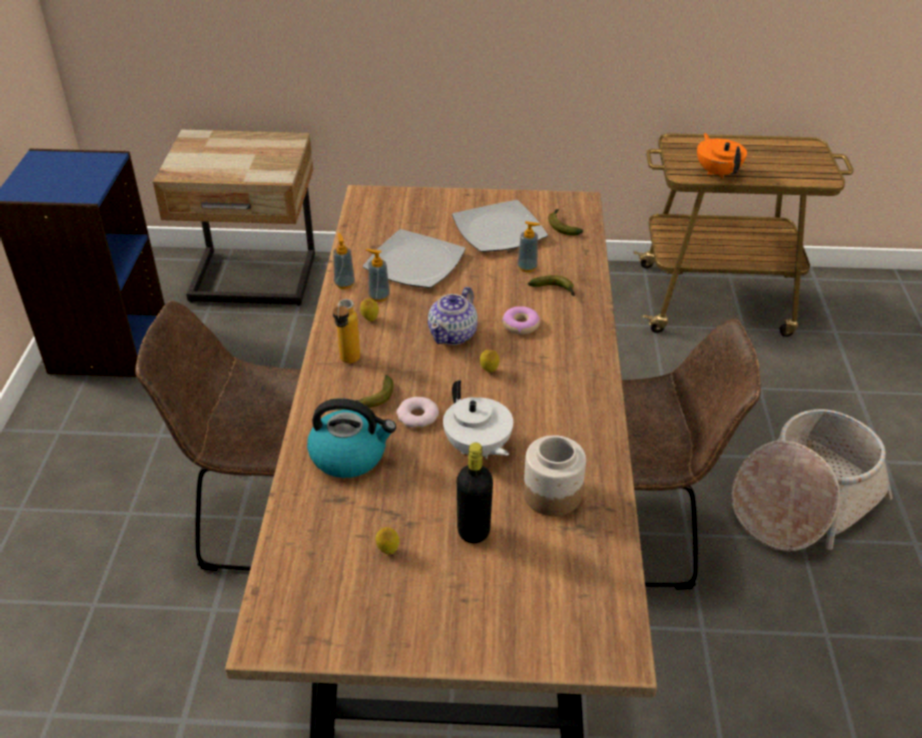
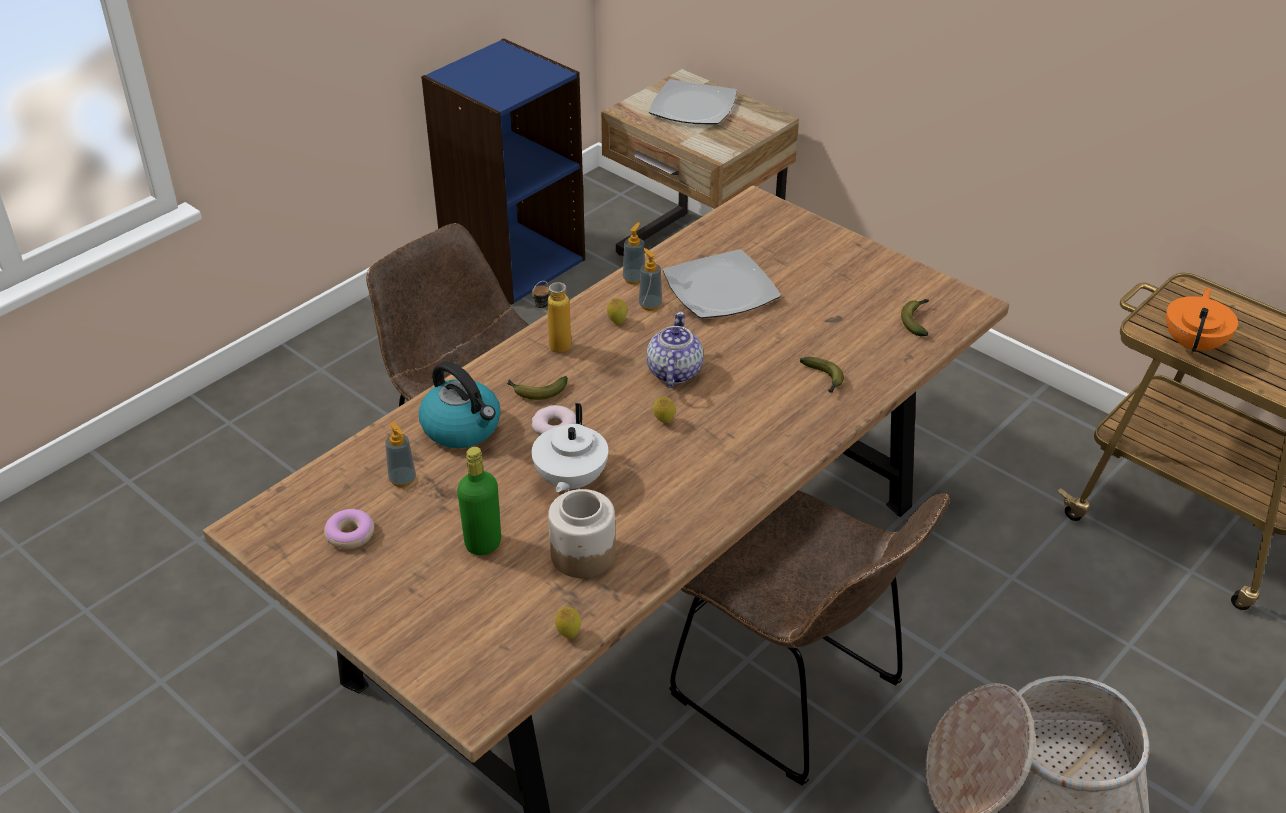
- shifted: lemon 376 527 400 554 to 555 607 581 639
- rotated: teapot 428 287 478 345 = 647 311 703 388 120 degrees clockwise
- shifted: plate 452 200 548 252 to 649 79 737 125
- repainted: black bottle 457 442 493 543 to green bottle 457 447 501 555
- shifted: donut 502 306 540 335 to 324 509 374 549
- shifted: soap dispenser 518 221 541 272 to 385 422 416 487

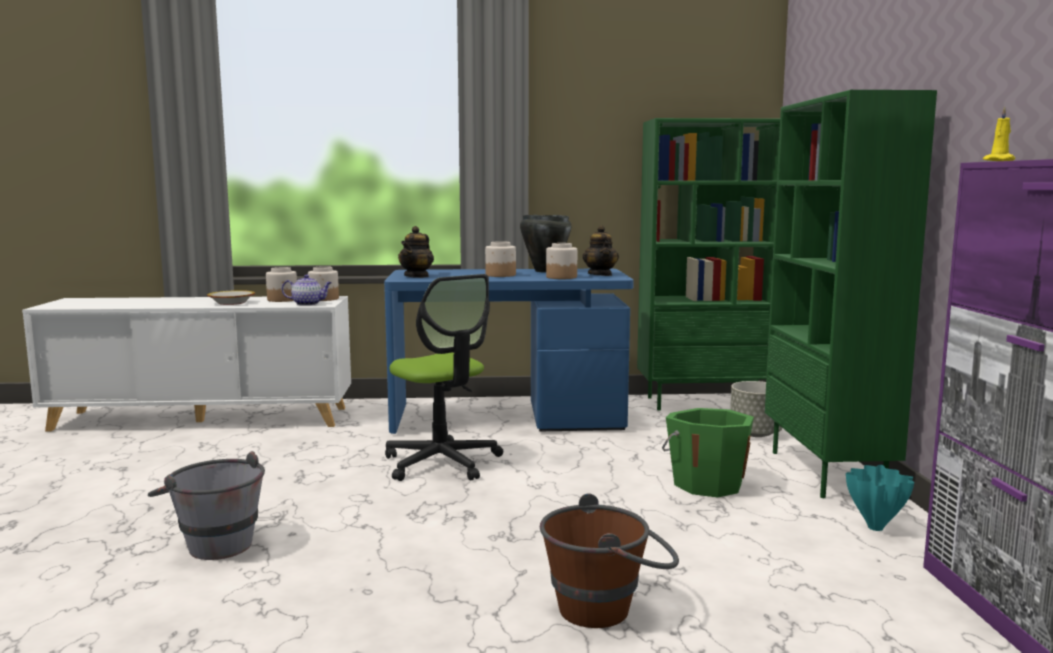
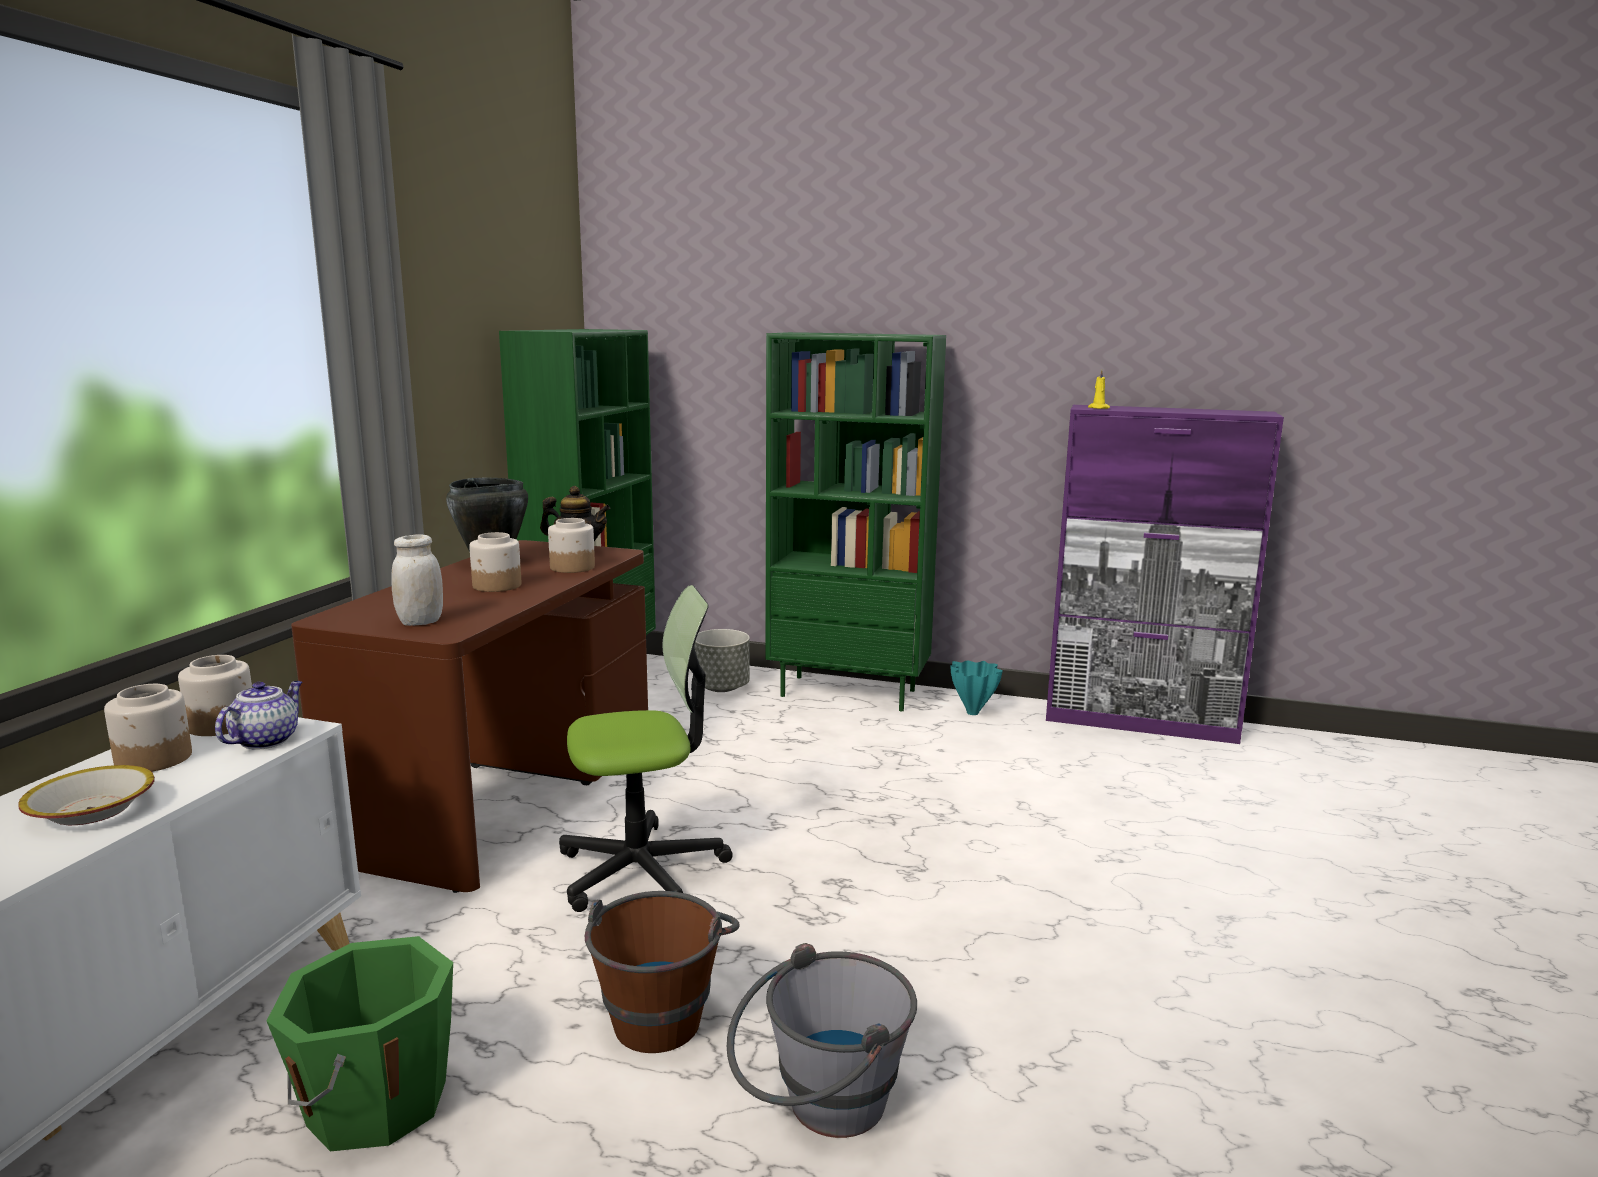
- repainted: blue desk 384 269 634 434 to brown desk 291 540 648 893
- swapped: teapot 398 226 434 278 to white jar 391 534 443 626
- shifted: brown bucket 540 493 679 628 to 585 891 740 1053
- shifted: green bucket 662 408 754 497 to 267 936 453 1151

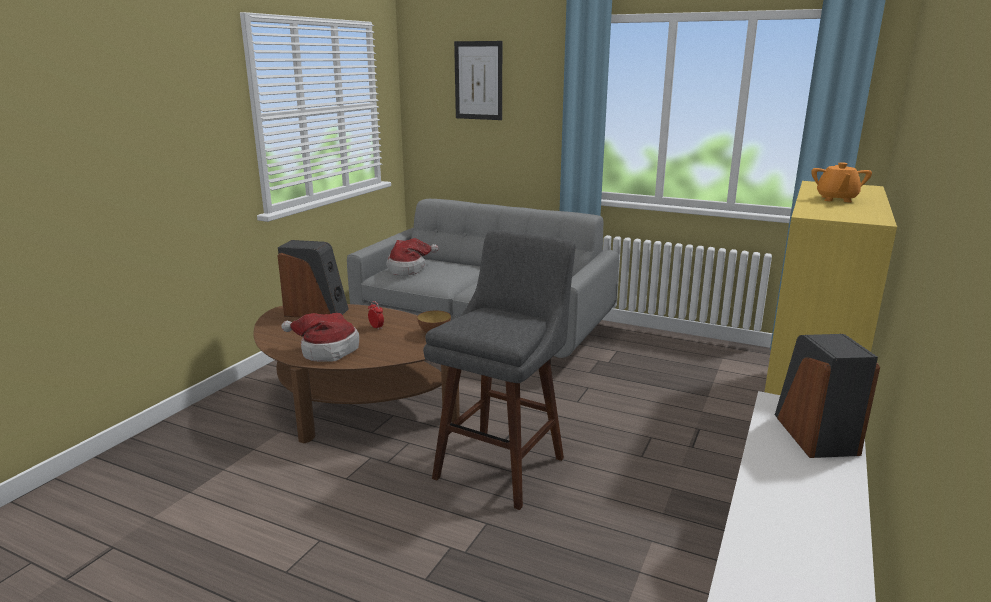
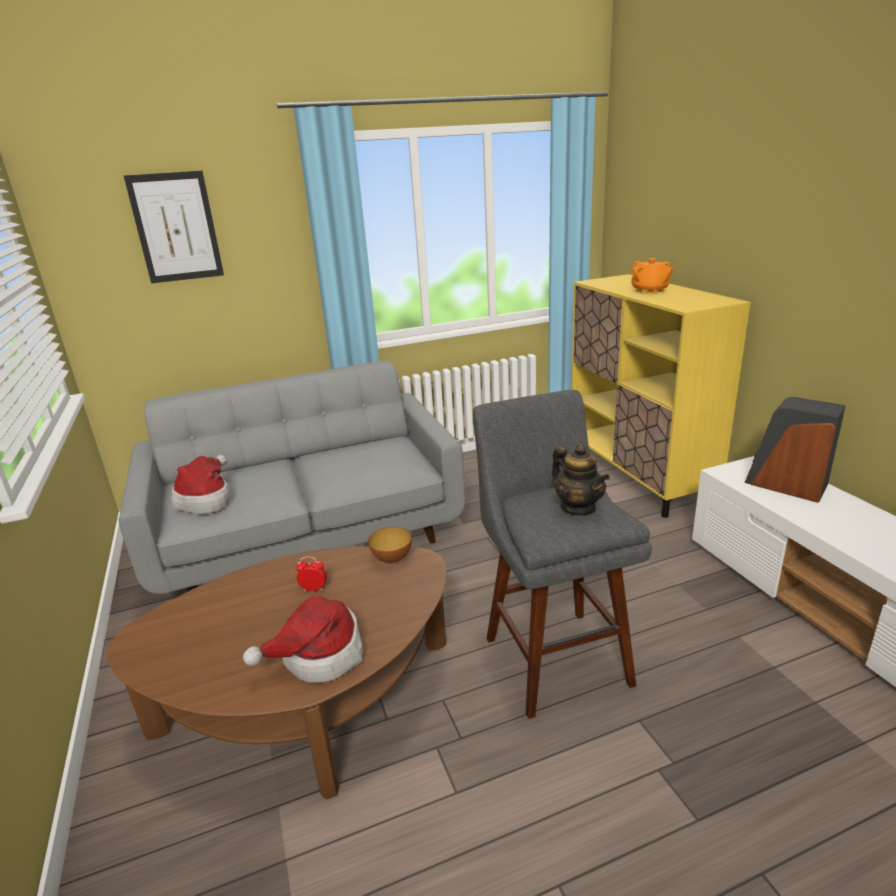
- gone: speaker 278 240 348 317
- new: teapot 552 444 610 516

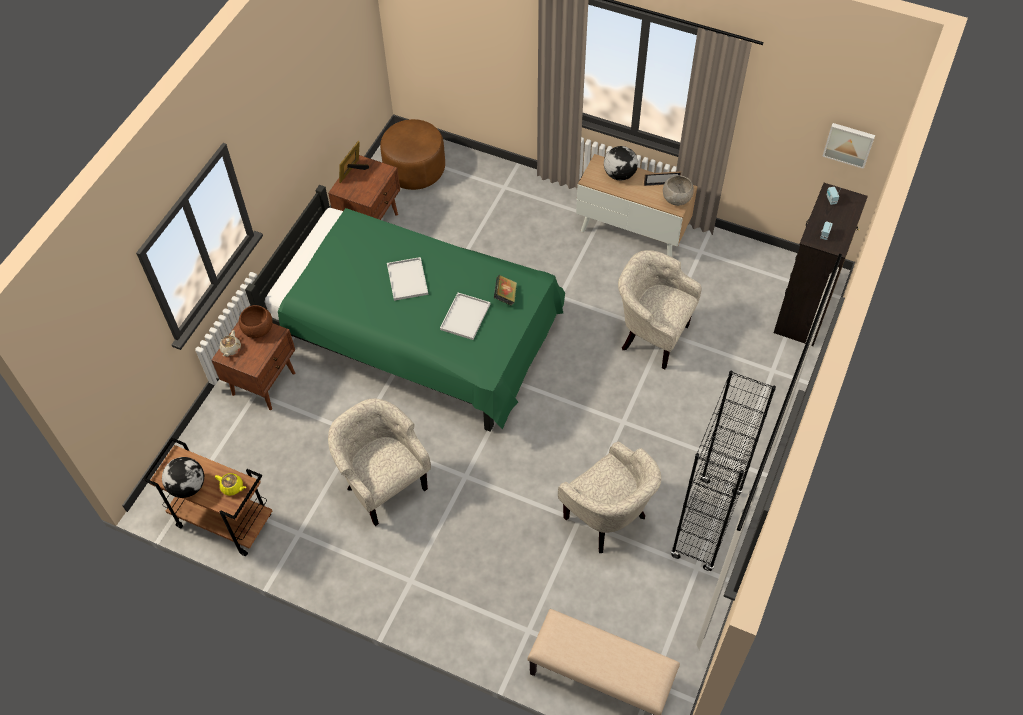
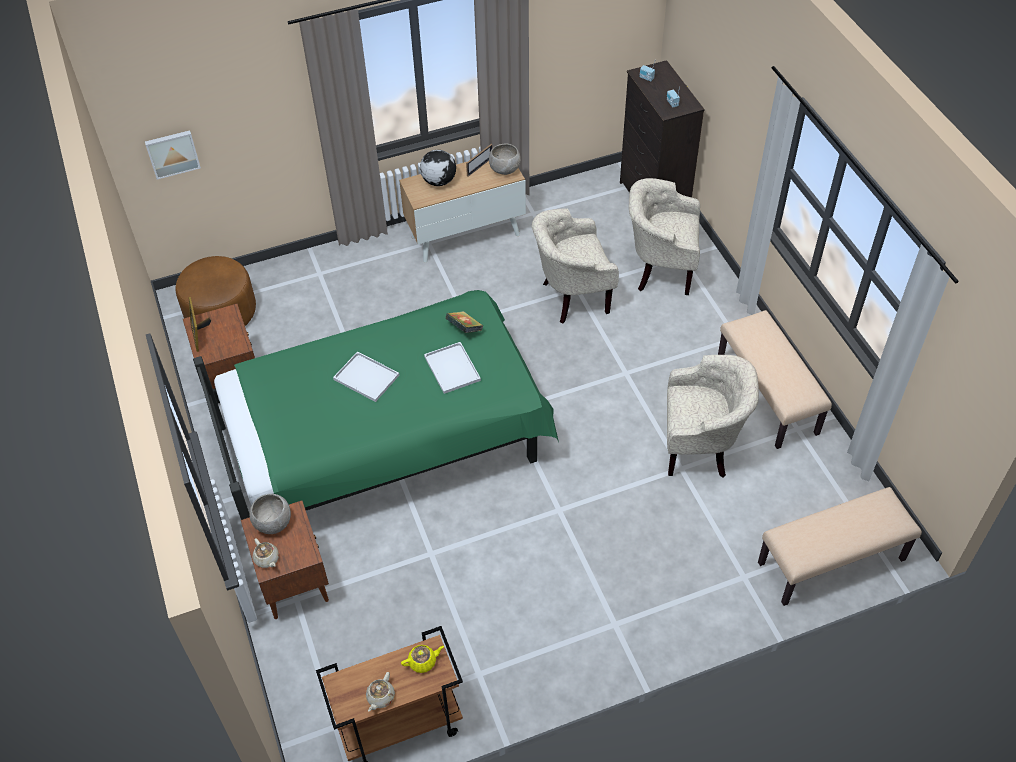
- swapped: globe 162 457 204 498 to beige teapot 366 672 395 711
- repainted: brown bowl 239 305 272 338 to grey bowl 249 494 291 534
- shifted: beige armchair 328 398 431 526 to 629 178 700 295
- swapped: black bookcase 671 371 776 572 to beige bench 718 310 832 449
- shifted: picture 822 123 875 169 to 145 130 201 179

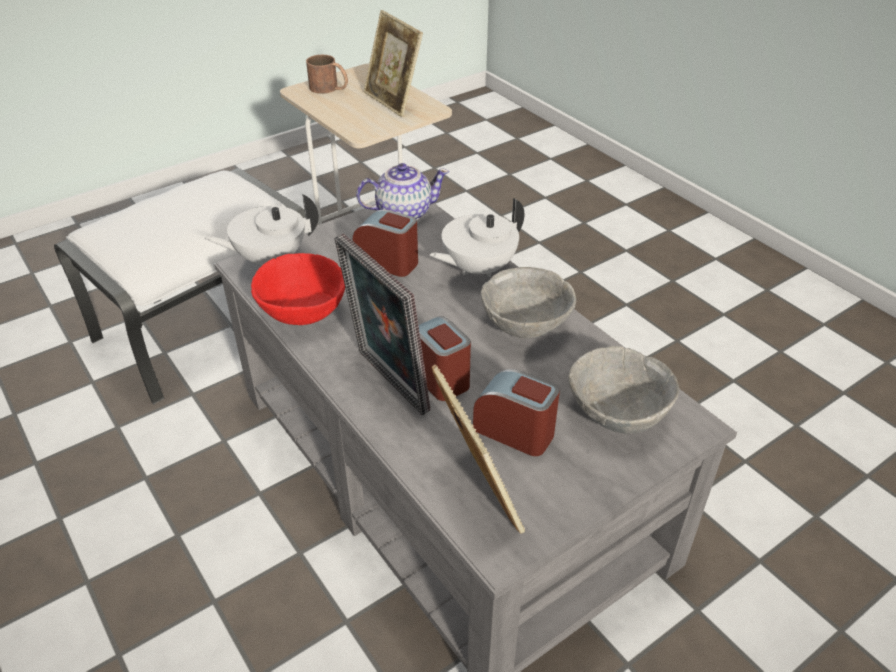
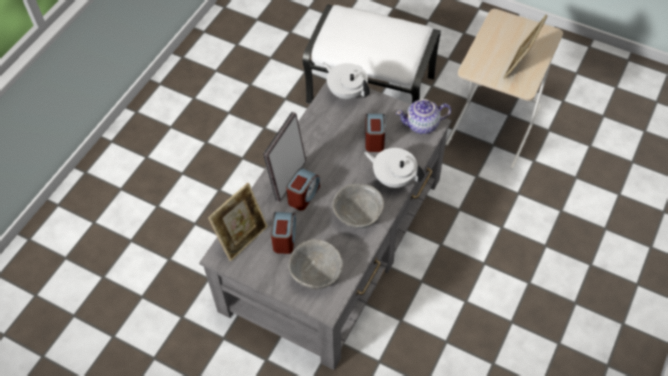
- gone: red bowl 251 253 345 325
- gone: brown mug 306 55 348 94
- rotated: teapot 356 163 449 220 = 396 99 451 134 120 degrees clockwise

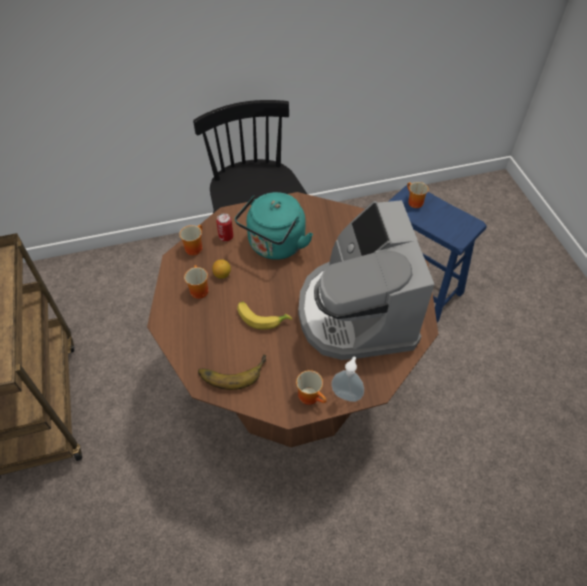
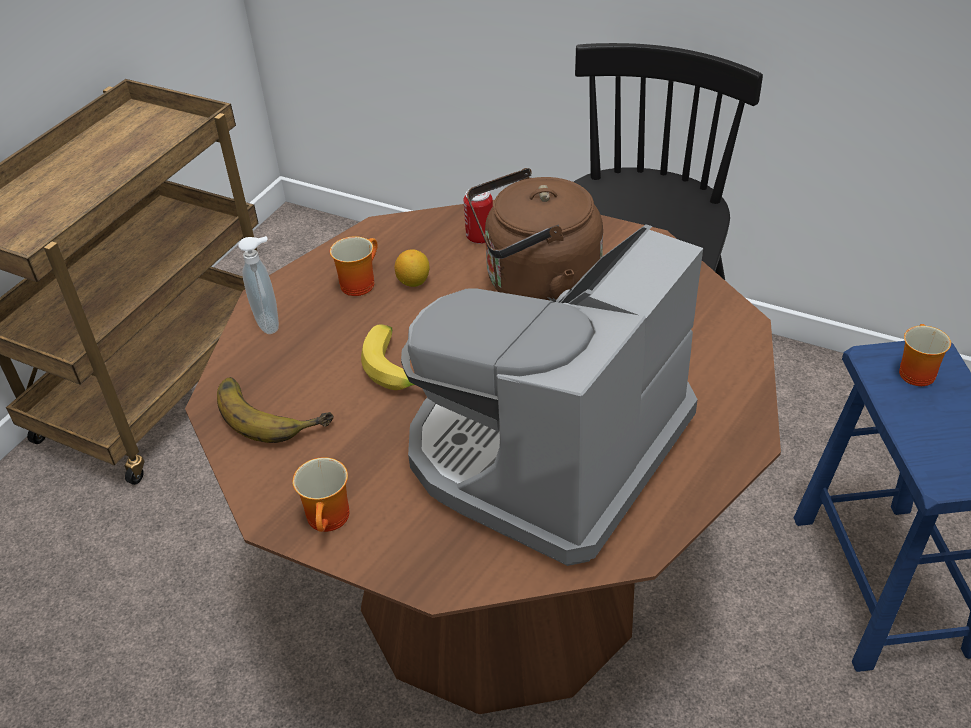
- gone: mug 179 225 202 255
- repainted: turquoise kettle 235 192 313 260 to brown kettle 467 168 603 302
- shifted: soap dispenser 331 356 364 402 to 238 236 279 334

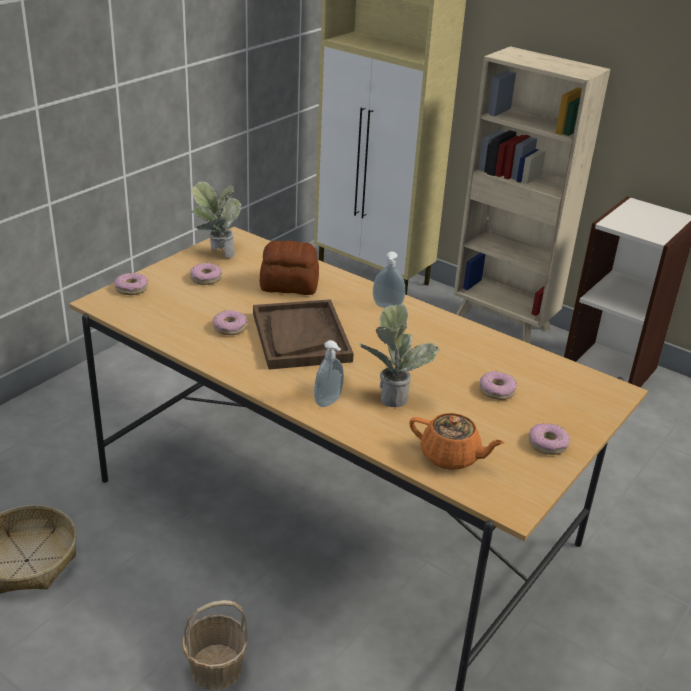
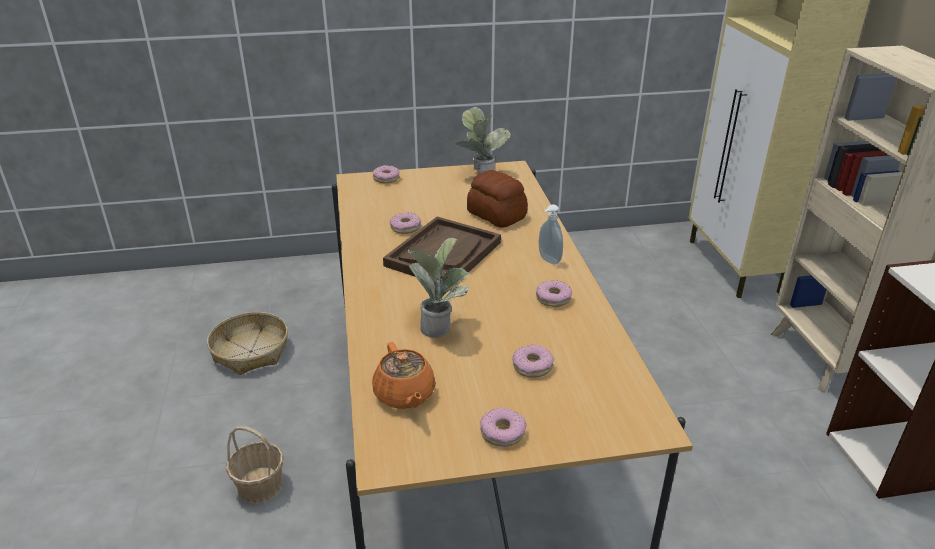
- shifted: donut 190 263 222 285 to 536 280 572 307
- gone: soap dispenser 314 340 344 407

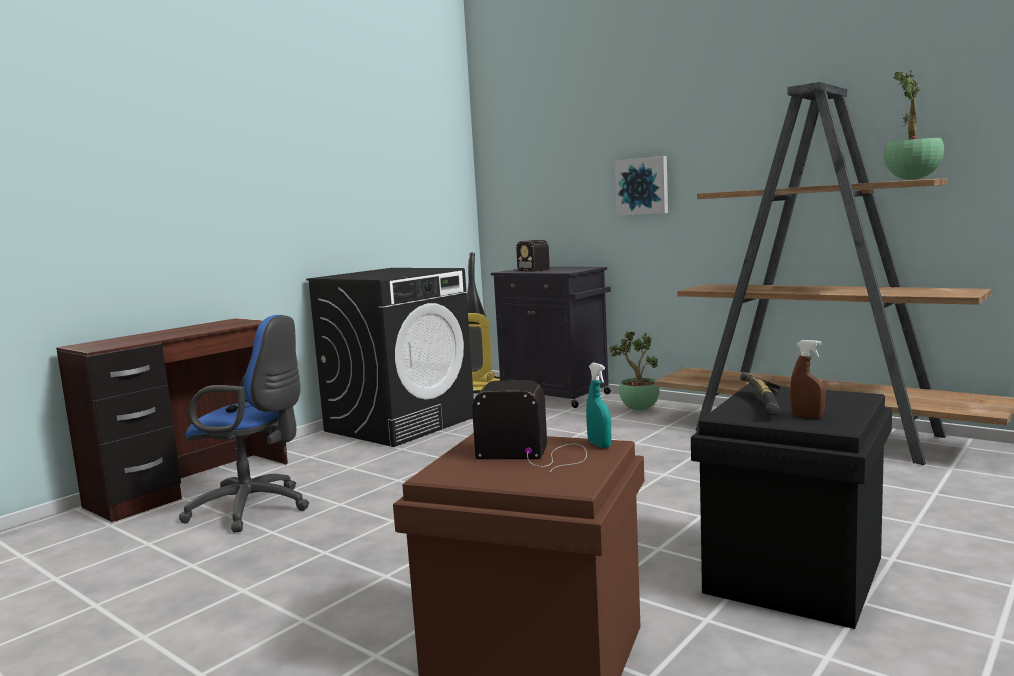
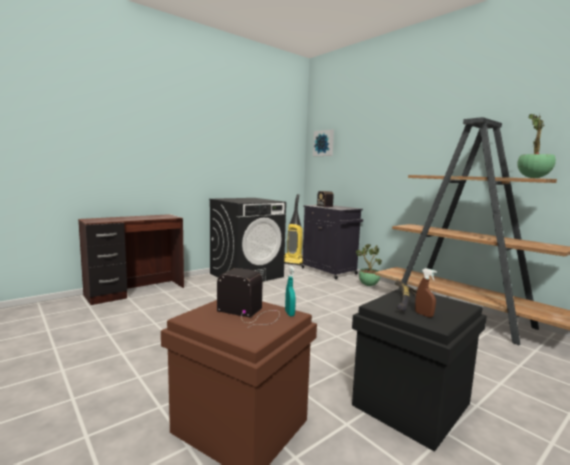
- gone: blue office chair 179 315 309 532
- shifted: picture 615 156 668 216 to 313 130 334 156

